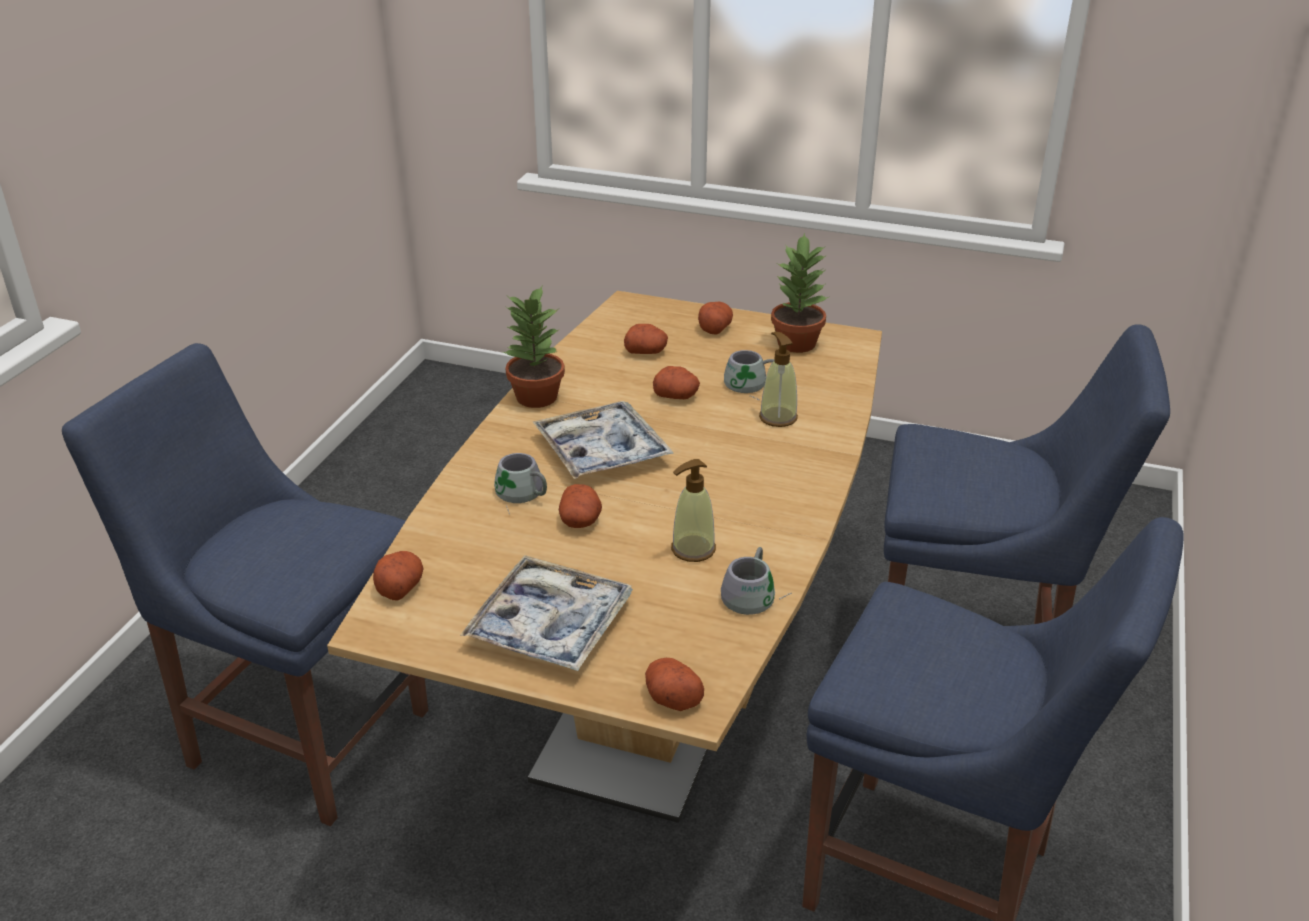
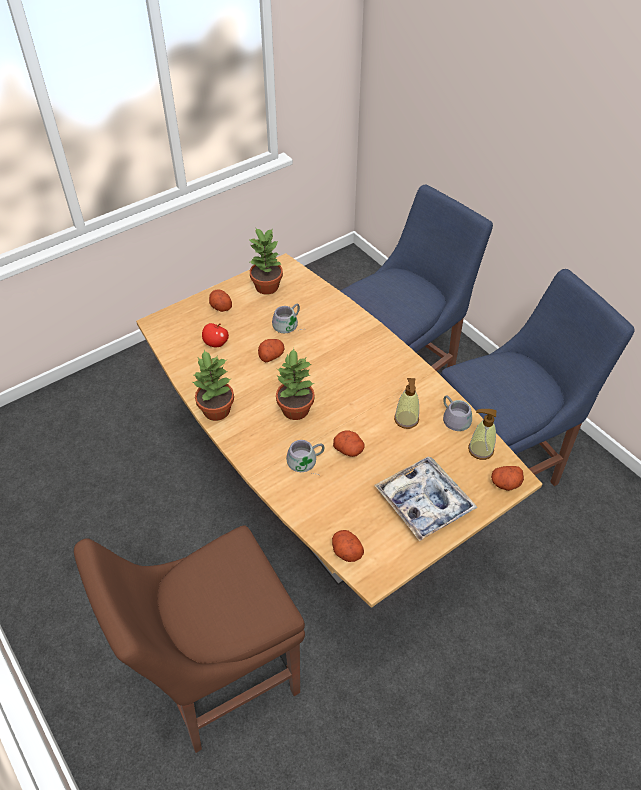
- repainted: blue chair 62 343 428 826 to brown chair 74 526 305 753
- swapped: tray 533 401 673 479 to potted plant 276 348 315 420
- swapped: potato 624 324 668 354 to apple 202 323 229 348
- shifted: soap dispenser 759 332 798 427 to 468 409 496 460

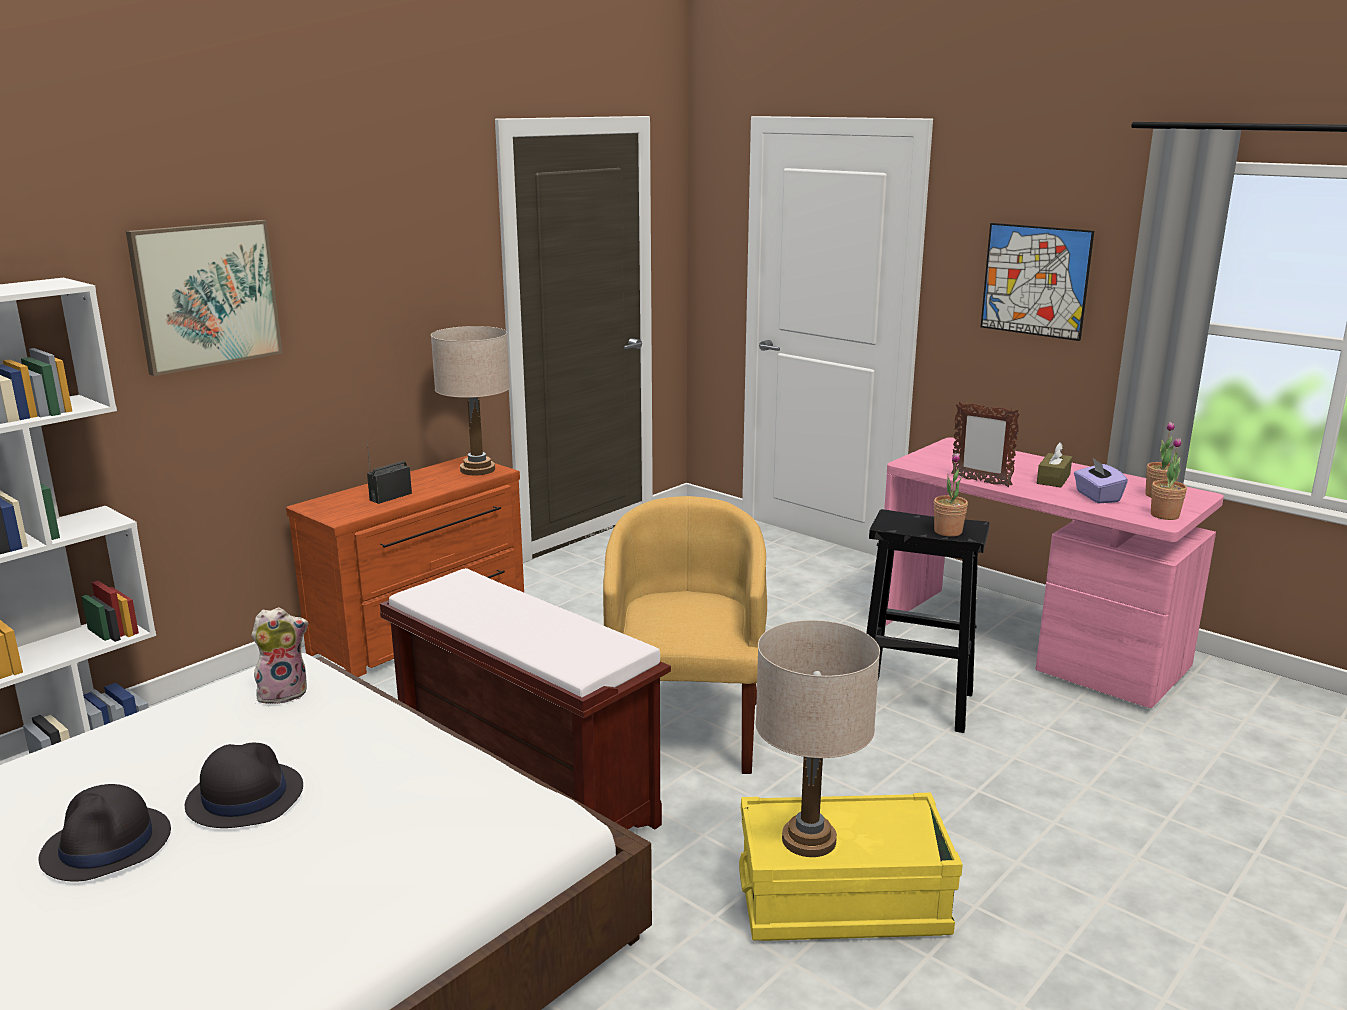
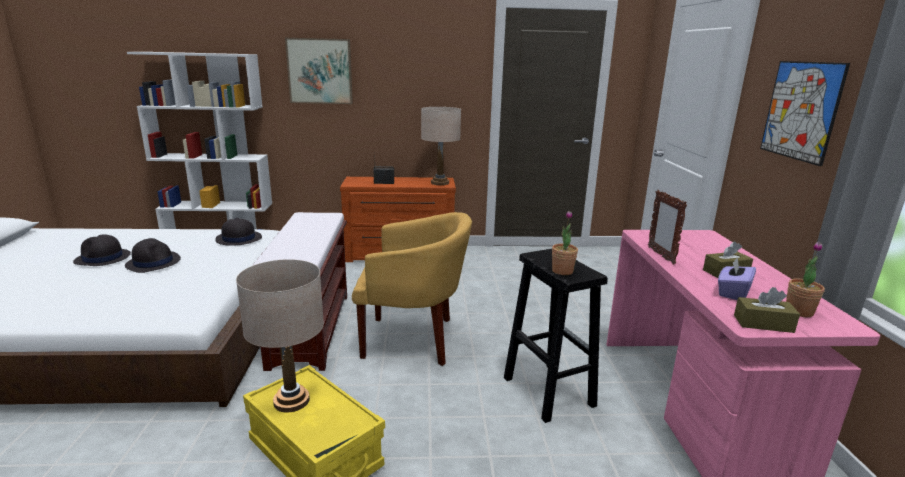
- swapped: plush toy 251 607 309 704 to black hat 215 218 262 246
- rotated: yellow armchair 603 496 767 774 = 352 212 472 366 45 degrees clockwise
- swapped: potted plant 1151 438 1187 520 to brown tissue box 734 287 800 333

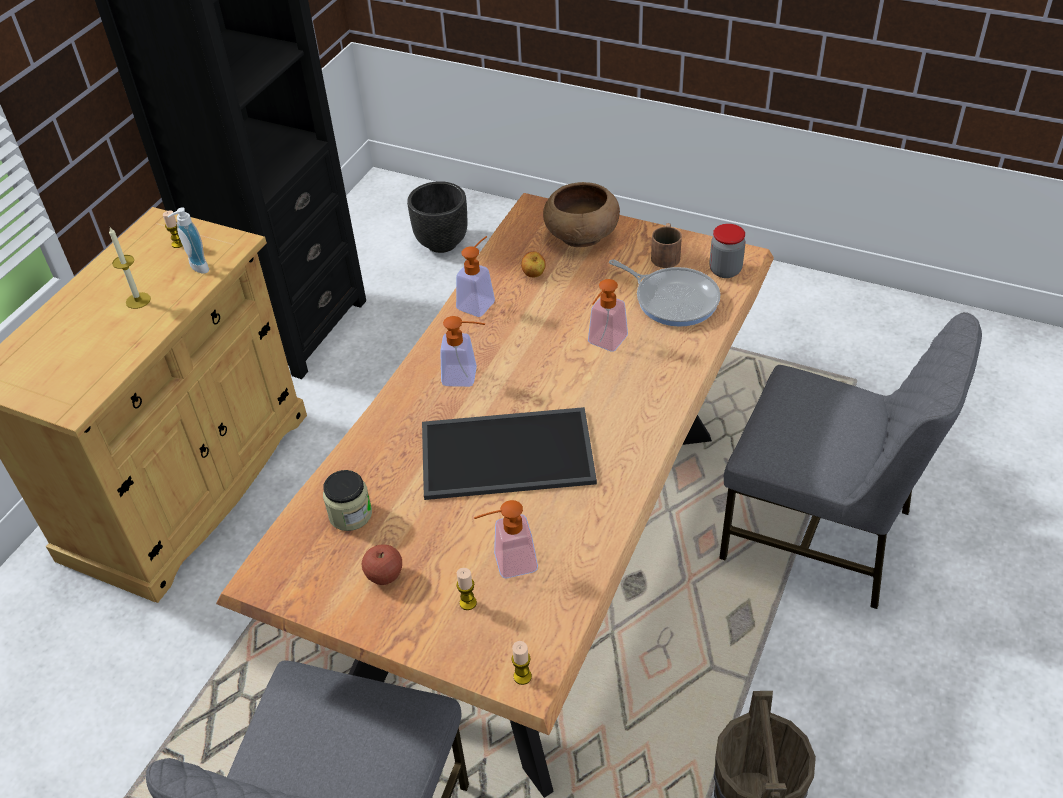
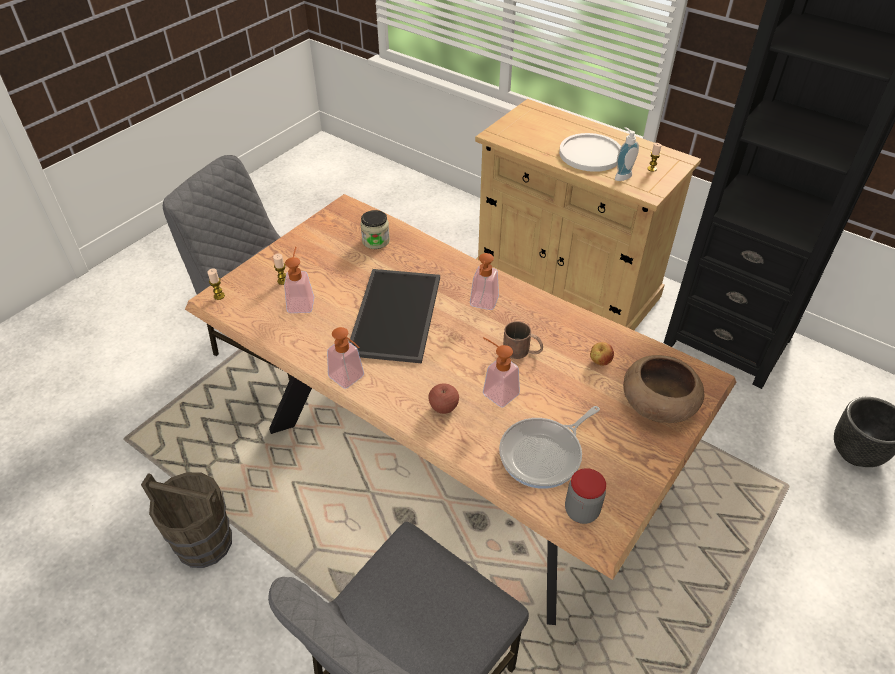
- swapped: candle 109 227 151 309 to white plate 559 133 621 172
- shifted: apple 362 544 402 585 to 429 383 459 414
- shifted: soap dispenser 456 236 495 317 to 327 327 364 389
- shifted: brown mug 651 223 682 268 to 503 321 543 359

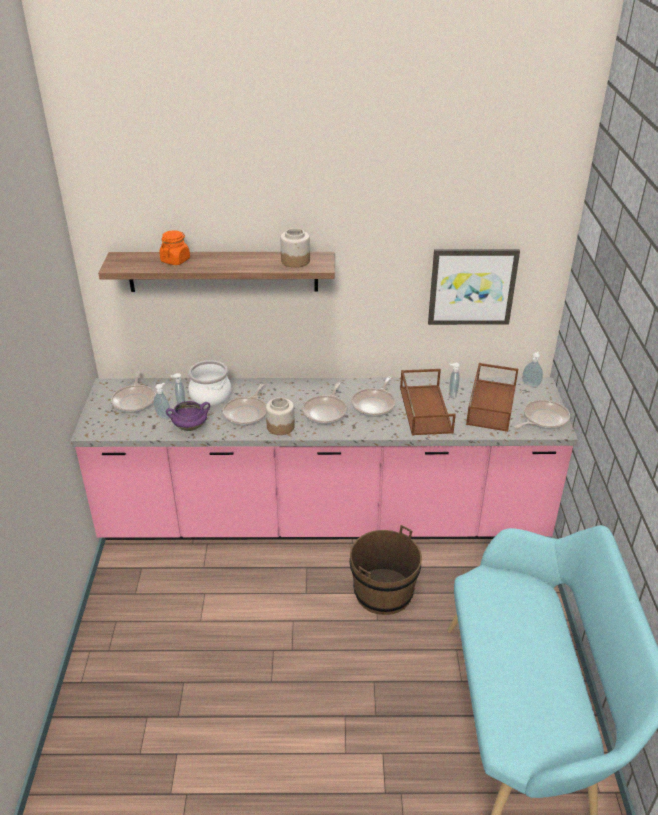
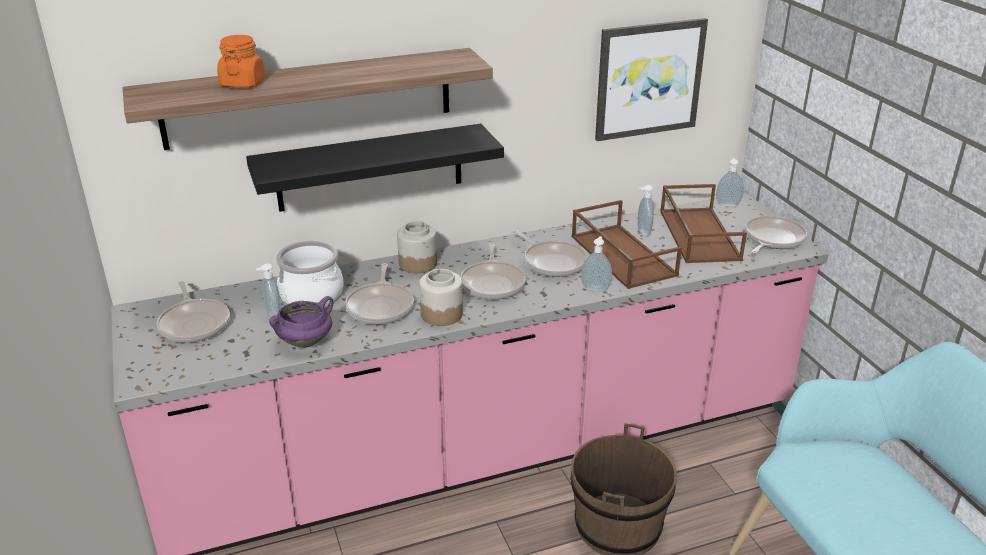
- shifted: soap dispenser 154 383 171 420 to 581 236 612 292
- shifted: jar 280 228 310 268 to 397 221 437 273
- rotated: frying pan 351 377 396 417 = 512 230 588 277 45 degrees counterclockwise
- new: black shelf 246 124 504 212

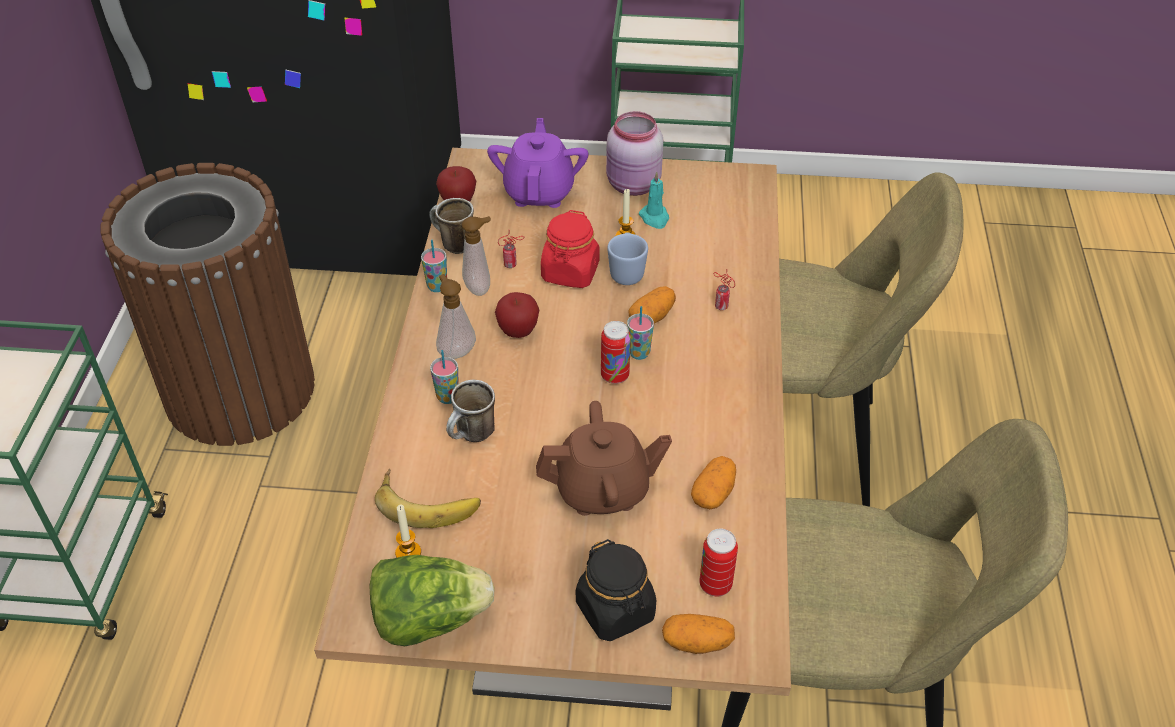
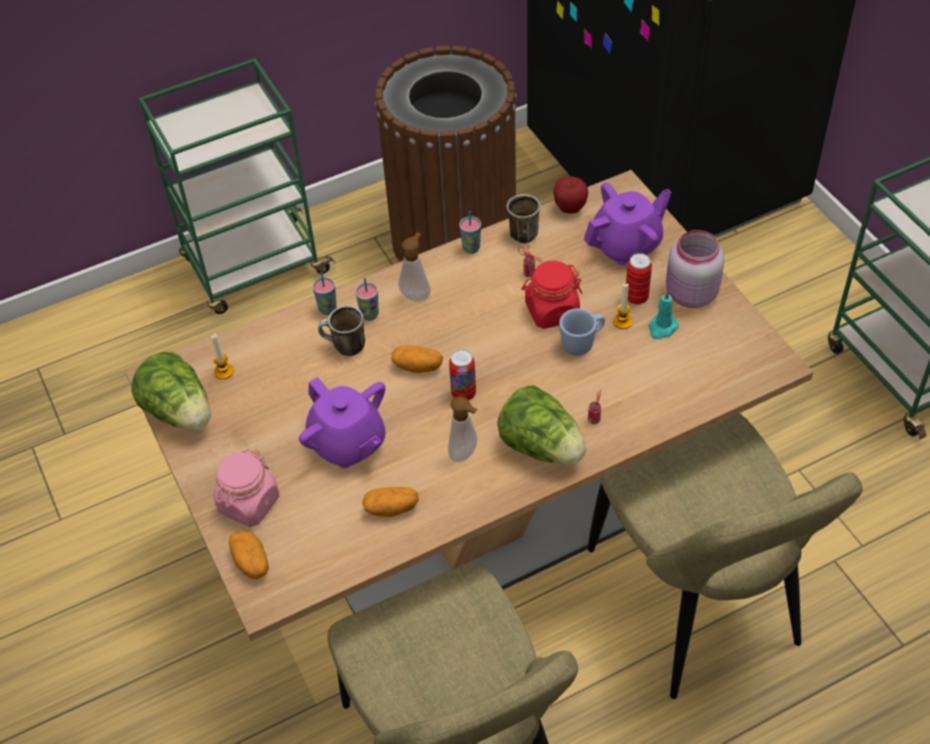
- gone: banana 375 469 481 528
- shifted: soap dispenser 462 216 491 296 to 448 396 478 462
- gone: apple 495 292 539 338
- repainted: brown teapot 536 401 672 516 to purple teapot 299 377 386 468
- repainted: black jar 576 539 656 641 to pink jar 214 448 279 527
- shifted: cup 627 306 654 360 to 313 272 337 315
- shifted: potato 629 286 676 323 to 391 346 443 373
- shifted: can 699 529 738 596 to 626 253 652 305
- new: lettuce 497 385 587 465

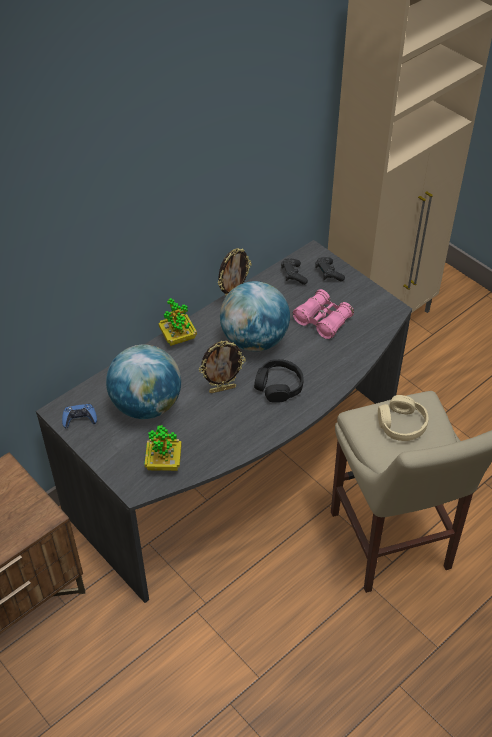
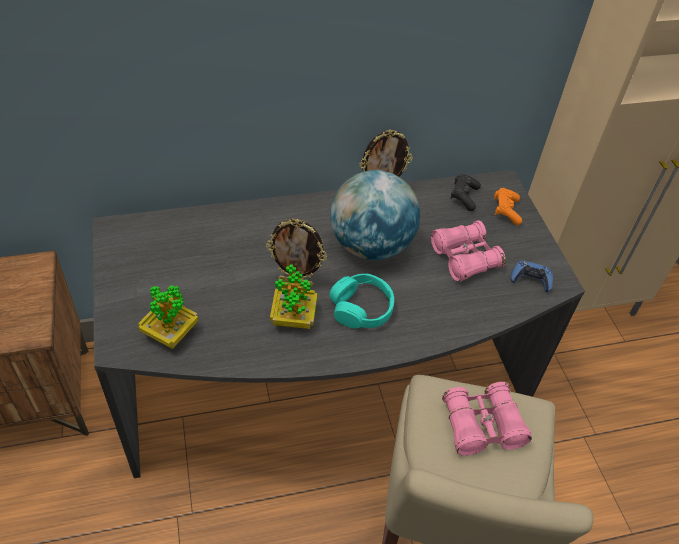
- shifted: blue game controller 62 404 97 428 to 511 260 553 292
- gone: globe 106 344 181 419
- shifted: potted plant 159 298 197 346 to 270 264 317 329
- repainted: black headphones 254 359 304 403 to turquoise headphones 329 273 394 328
- repainted: black game controller 315 257 345 281 to orange game controller 494 188 522 225
- swapped: beige headphones 378 395 428 441 to pink binoculars 442 382 532 456

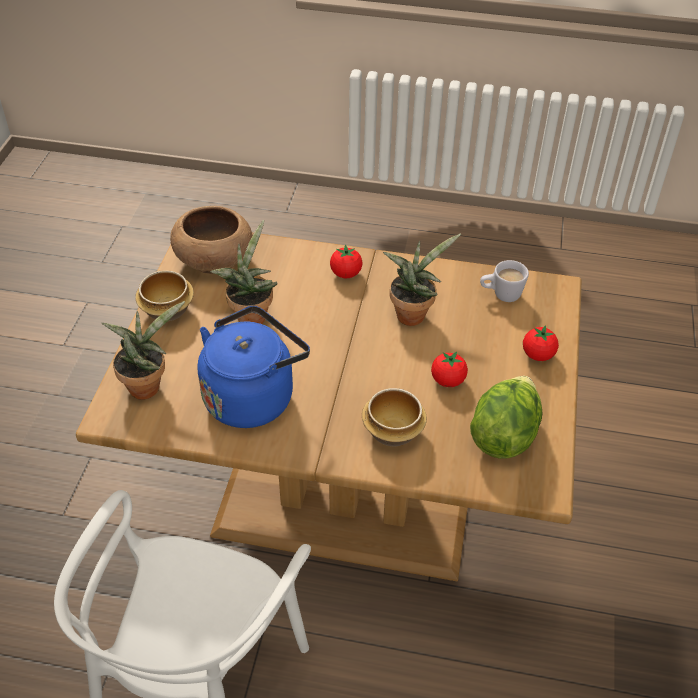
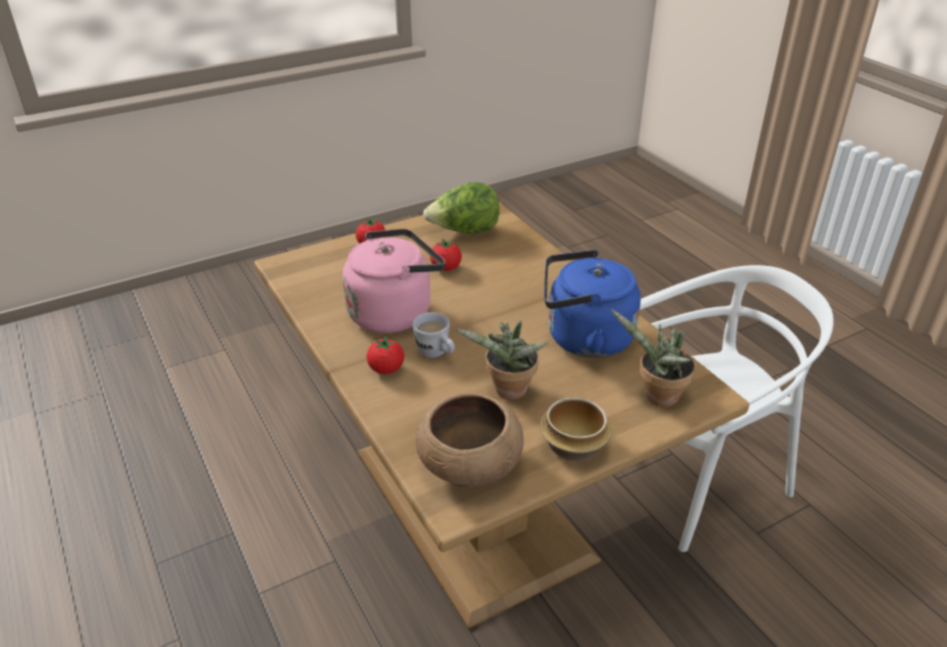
- gone: bowl 362 388 427 447
- swapped: potted plant 383 234 461 326 to pink kettle 342 228 446 333
- shifted: white mug 480 260 529 302 to 412 312 455 358

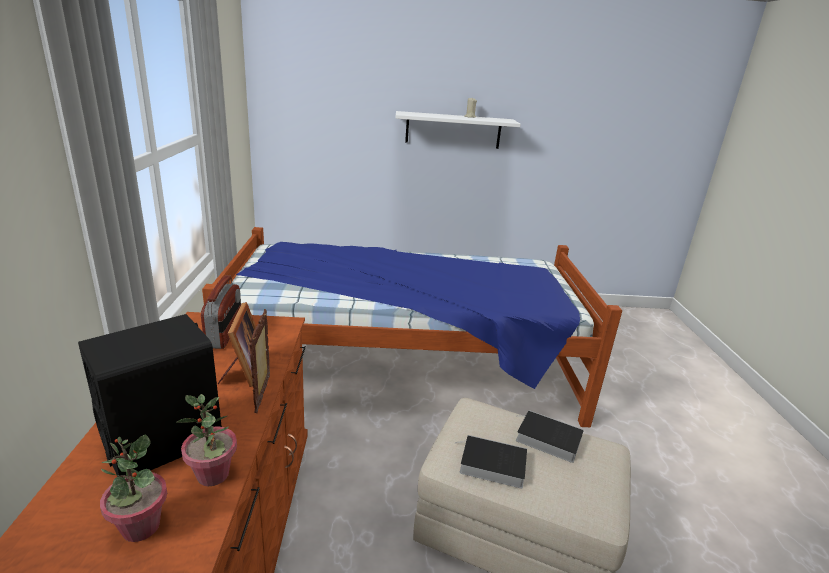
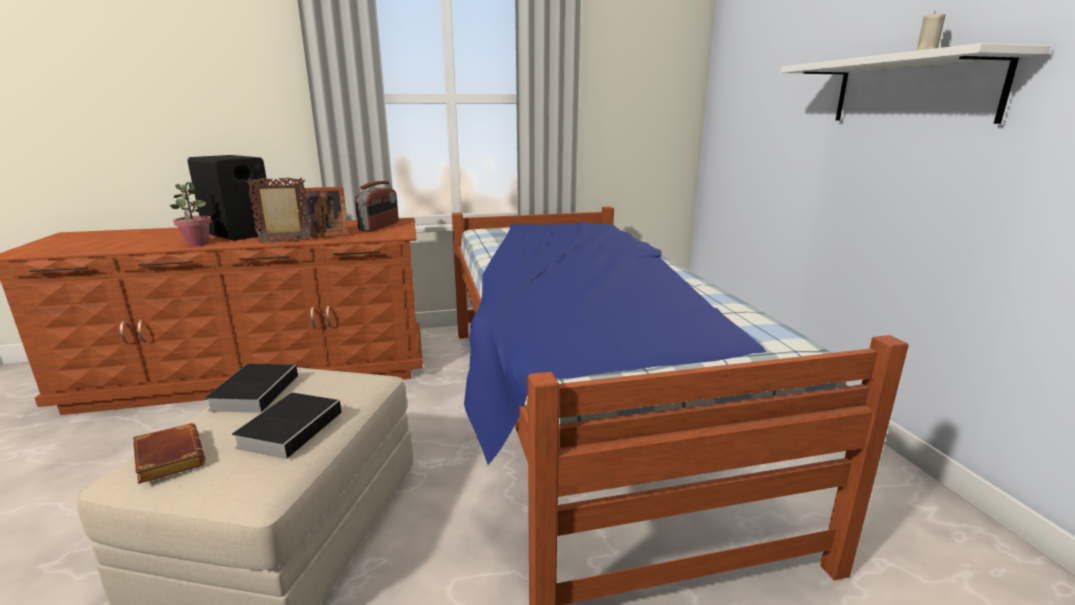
- gone: potted plant 100 435 167 542
- rotated: radio 201 275 241 349 = 355 181 399 231 60 degrees counterclockwise
- new: brown book 133 423 205 484

